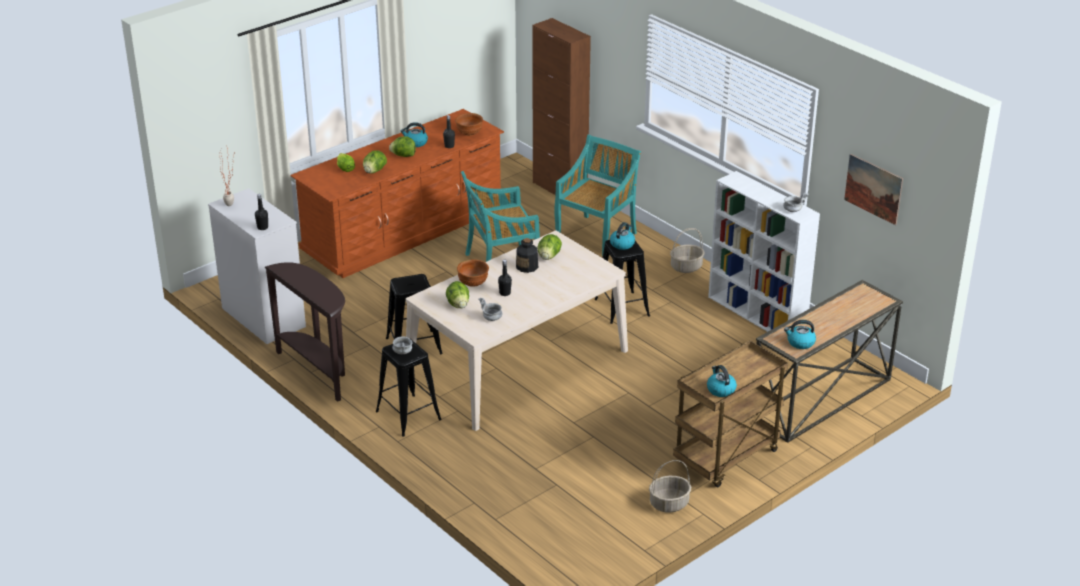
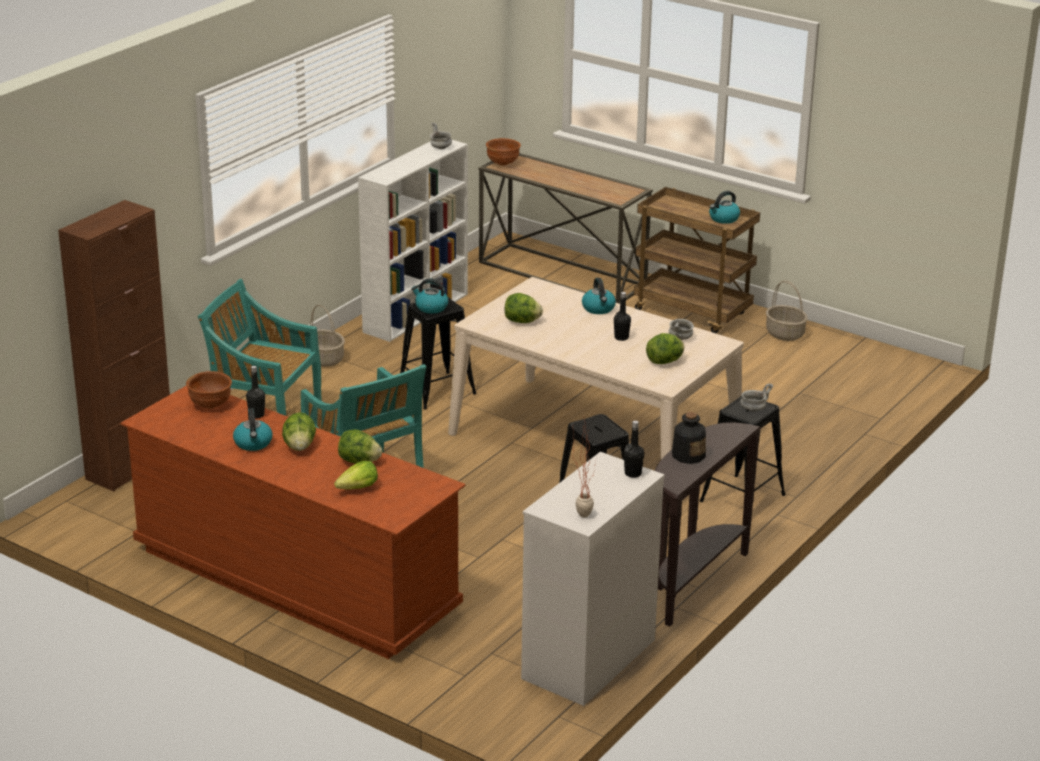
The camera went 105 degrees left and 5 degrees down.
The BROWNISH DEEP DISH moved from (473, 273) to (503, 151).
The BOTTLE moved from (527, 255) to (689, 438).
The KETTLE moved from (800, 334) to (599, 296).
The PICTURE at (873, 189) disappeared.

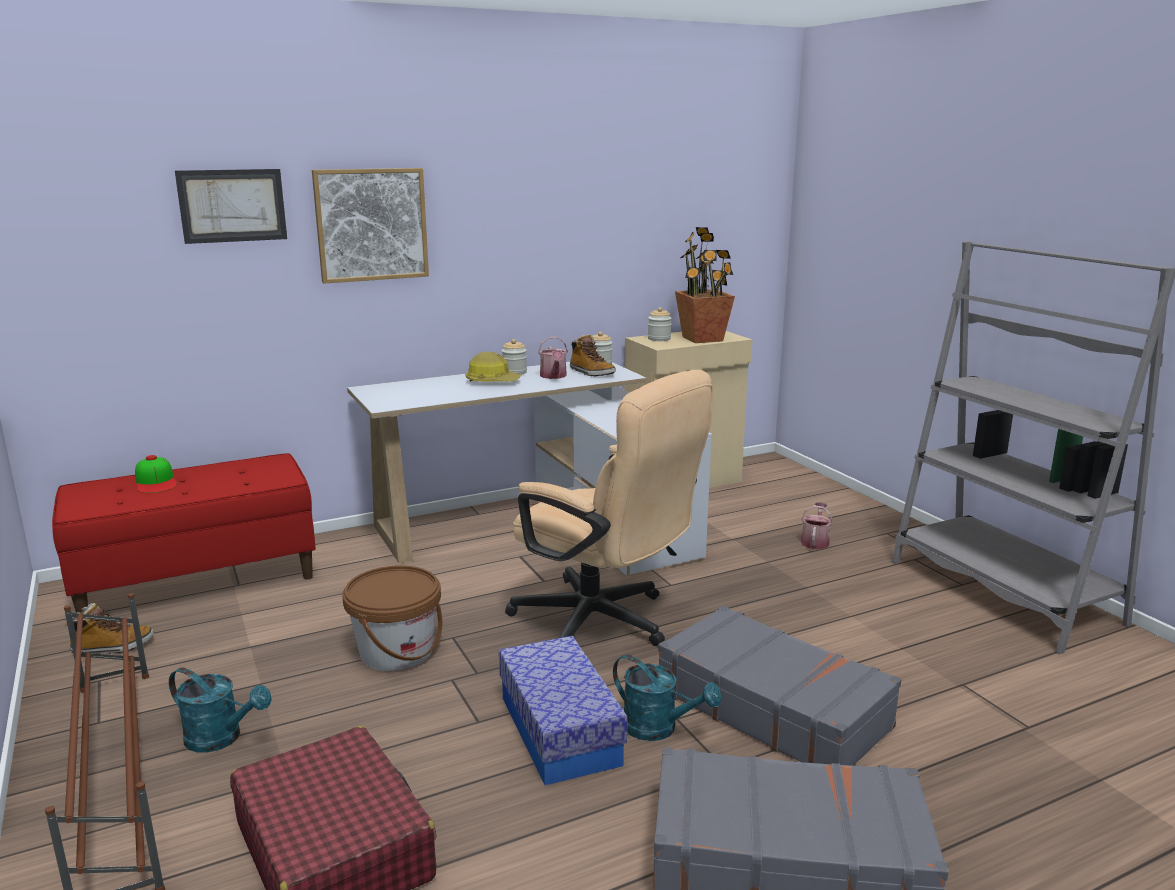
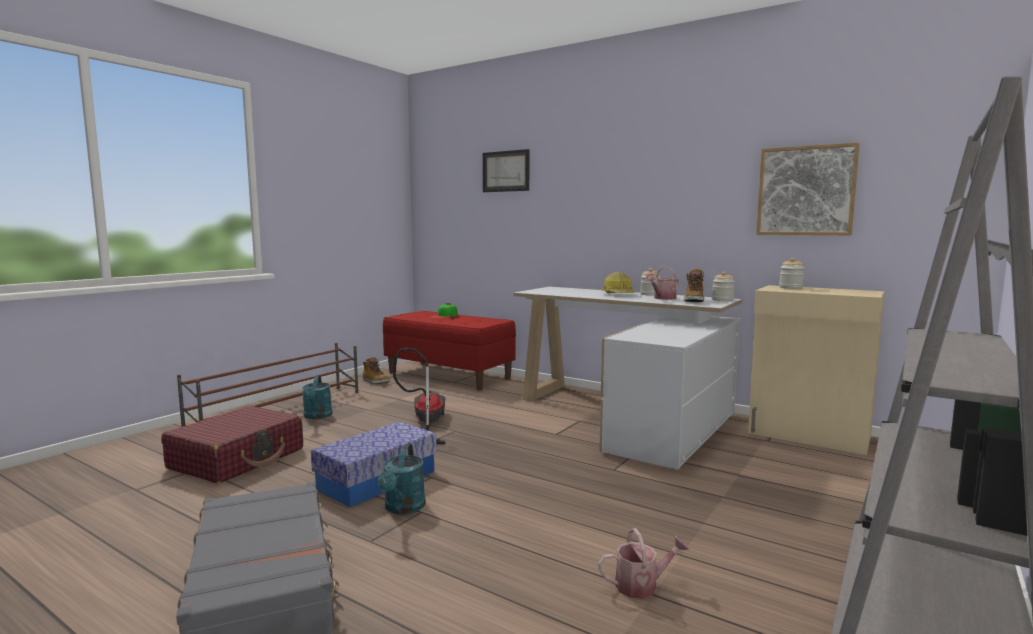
The camera went 60 degrees right and 10 degrees down.
The PICTURE moved from (370, 226) to (808, 188).
The BROWNISH WATER BUCKET at (392, 618) was replaced by the HOOVER at (419, 396).
The SAND-COLOURED OFFICE CHAIR at (609, 508) disappeared.
The GREYISH TRAVEL CASE at (779, 686) disappeared.
The POTTED PLANT at (705, 285) disappeared.
The SPRINKLING CAN moved from (817, 525) to (643, 563).

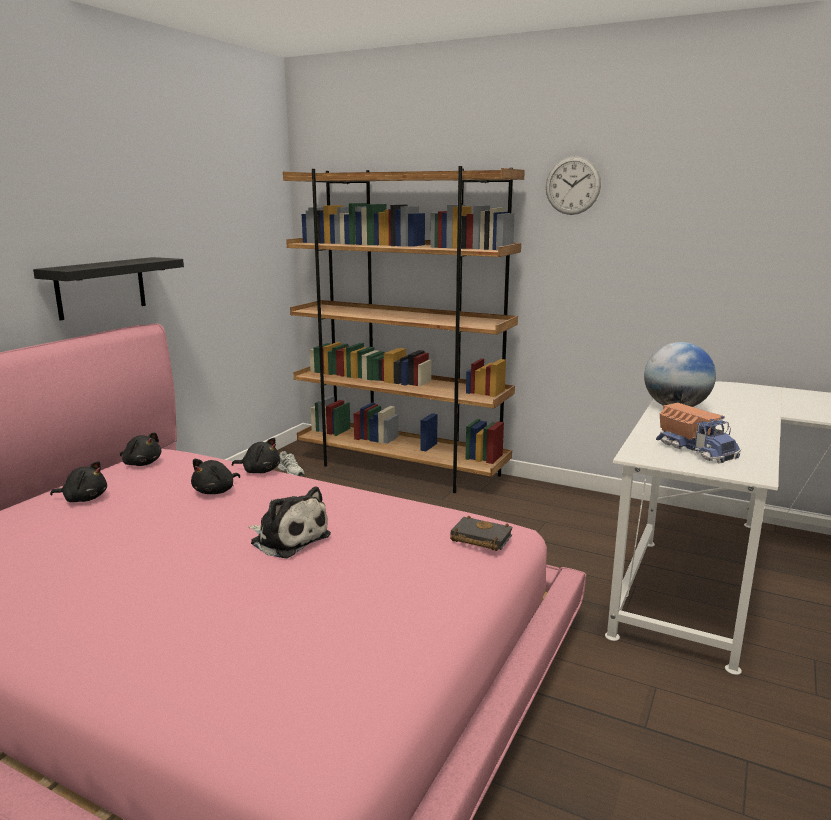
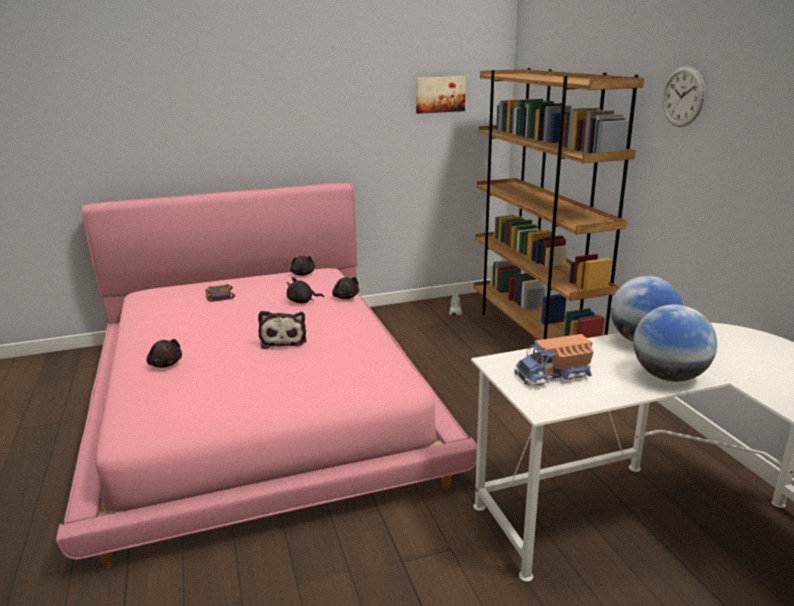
The camera went 45 degrees right and 5 degrees up.
The BLACK WALL SHELF at (108, 289) disappeared.
The BLACK PLUSH TOY moved from (78, 481) to (164, 353).
The BLACK VOLUME moved from (481, 533) to (220, 293).
The TOY TRUCK at (698, 433) turned 60 degrees clockwise.
The PICTURE at (441, 95) appeared.
The GLOBE at (675, 343) appeared.

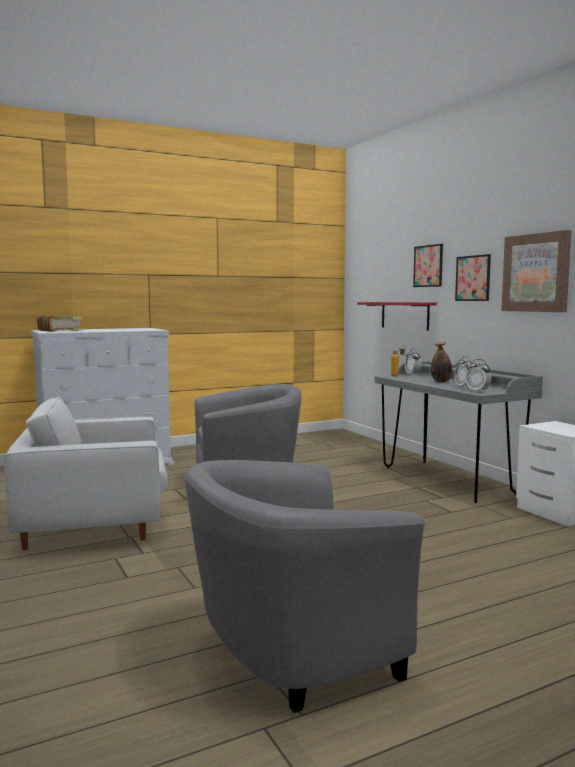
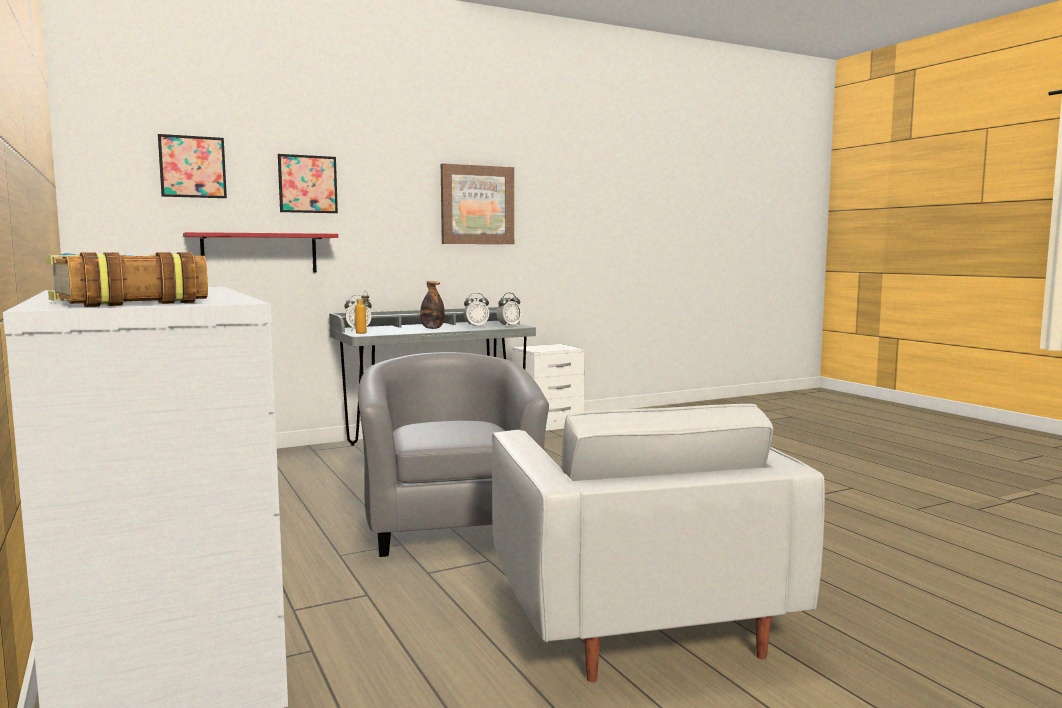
The camera went 90 degrees left and 0 degrees up.
The GREYISH ARMCHAIR at (305, 586) disappeared.
The PICTURE moved from (473, 277) to (192, 166).

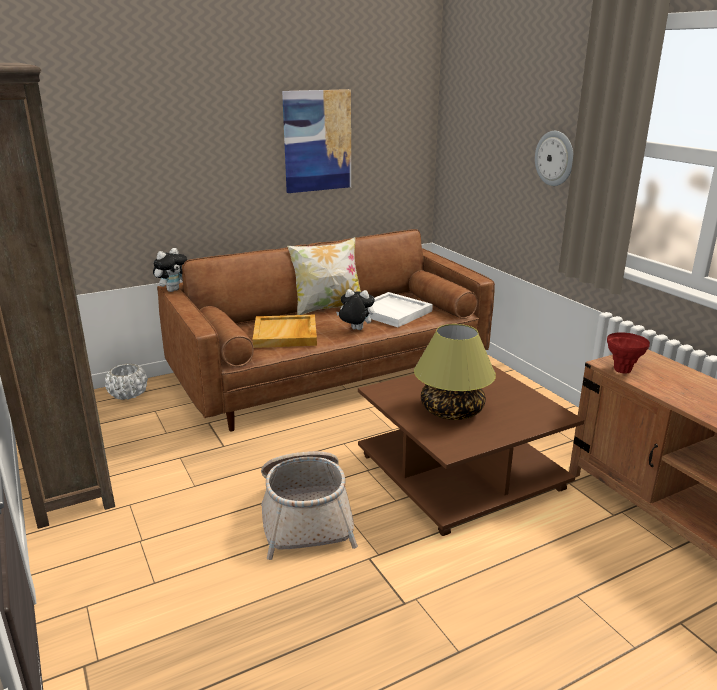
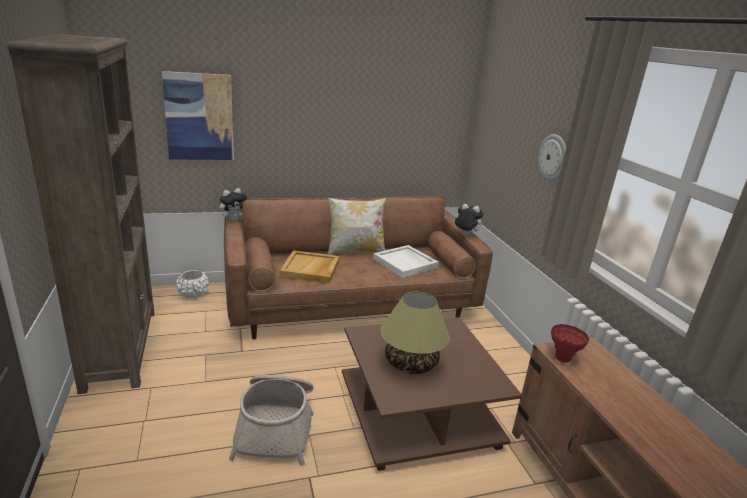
The camera went 10 degrees right and 0 degrees up.
The PICTURE moved from (316, 141) to (198, 115).
The PLUSH TOY moved from (355, 309) to (468, 220).

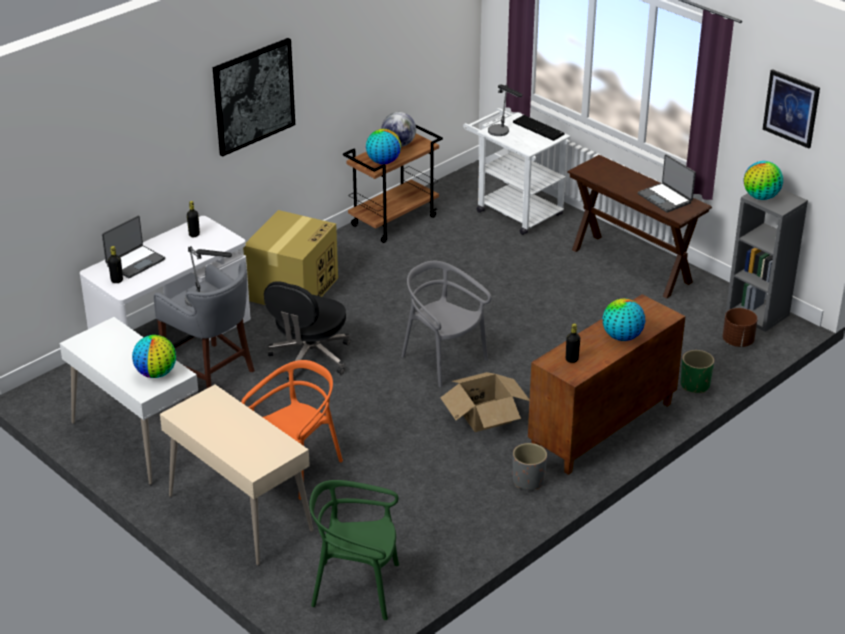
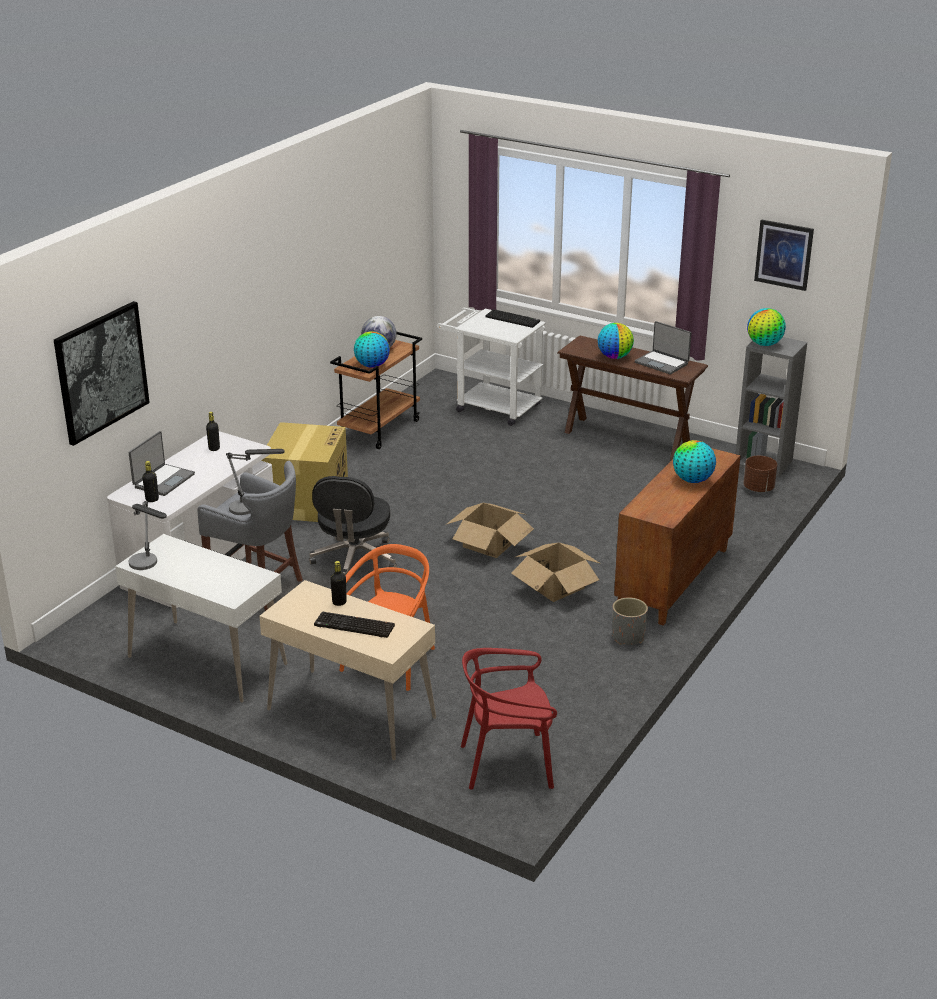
The camera went 15 degrees left and 5 degrees down.
The GLOBE moved from (154, 356) to (616, 341).
The PICTURE moved from (254, 97) to (102, 373).
The GREENISH UPRIGHT CHAIR at (354, 550) became the REDDISH UPRIGHT CHAIR at (509, 719).
The GREYISH UPRIGHT CHAIR at (446, 324) was replaced by the CARDBOARD BOX at (490, 530).
The TABLE LAMP moved from (505, 110) to (148, 535).
The BLACK BOTTLE moved from (573, 343) to (339, 583).
The GREENISH PLANTER at (697, 371) disappeared.
The COMPUTER KEYBOARD at (354, 625) appeared.

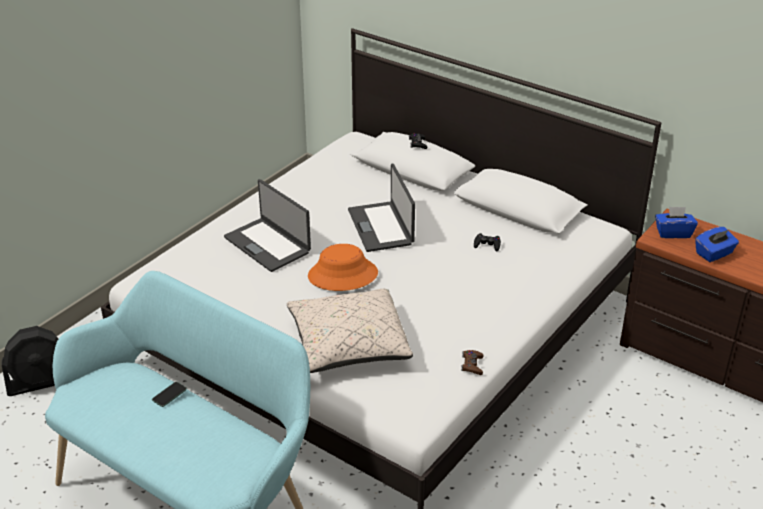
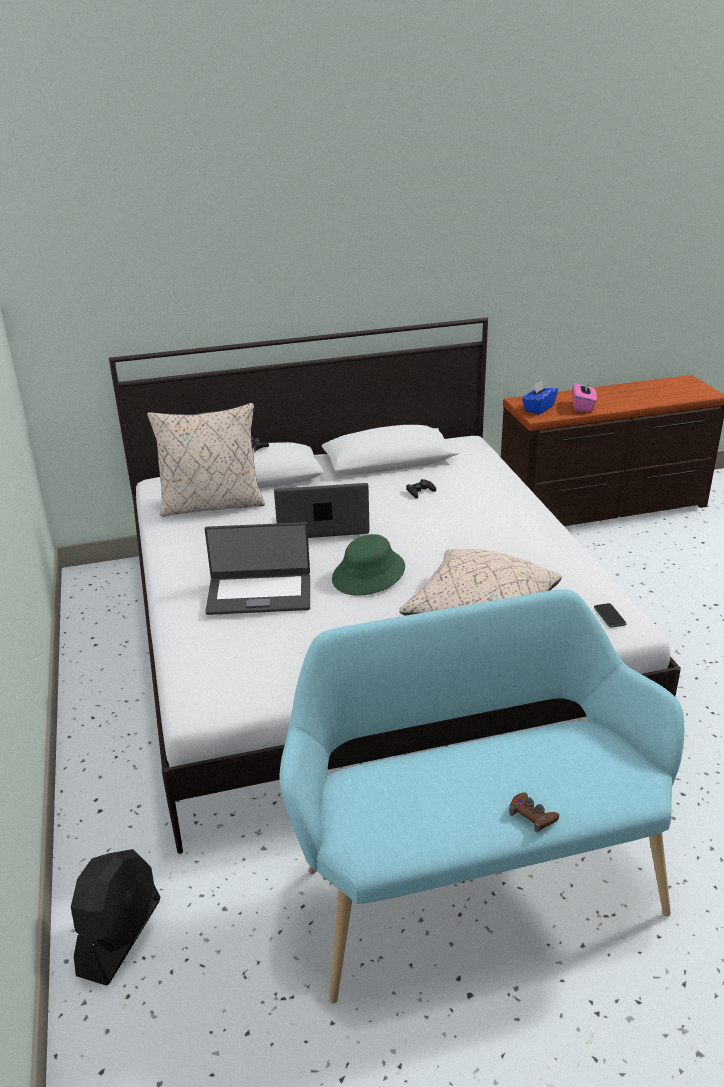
The camera went 50 degrees left and 5 degrees down.
The TELEPHONE moved from (169, 394) to (610, 615).
The ORANGEY CLOTHING HAT at (343, 267) became the GREENISH CLOTHING HAT at (368, 565).
The LAPTOP at (381, 208) turned 150 degrees clockwise.
The BROWNISH JOYPAD moved from (473, 362) to (534, 812).
The BLUE-COLOURED TISSUE HOLDER at (717, 244) became the PINK-COLOURED TISSUE HOLDER at (585, 395).
The SAND-COLOURED THROW PILLOW at (206, 460) appeared.

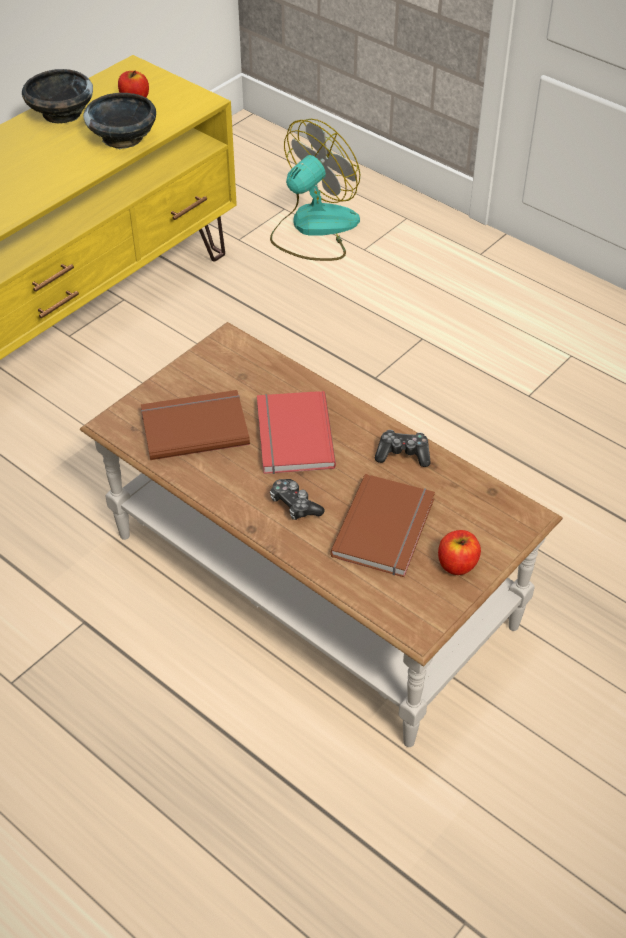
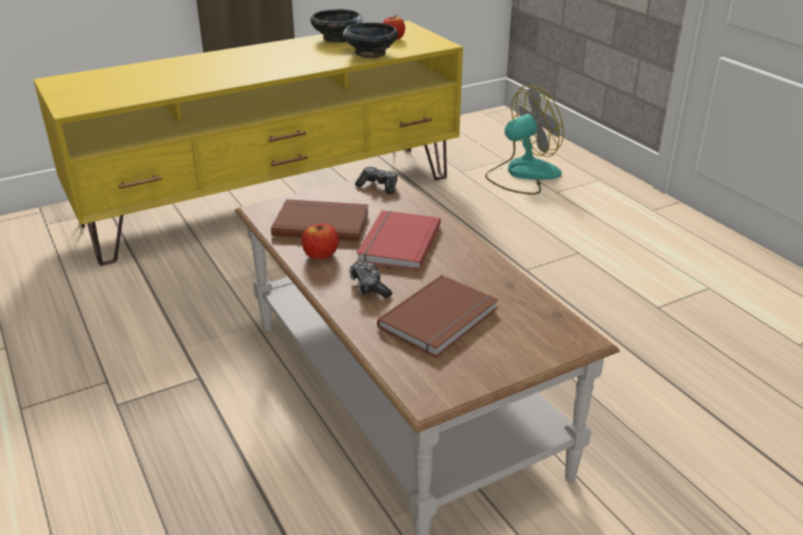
The camera went 20 degrees right and 15 degrees down.
The JOYPAD moved from (402, 448) to (376, 180).
The WHOLE APPLE moved from (459, 552) to (320, 242).

